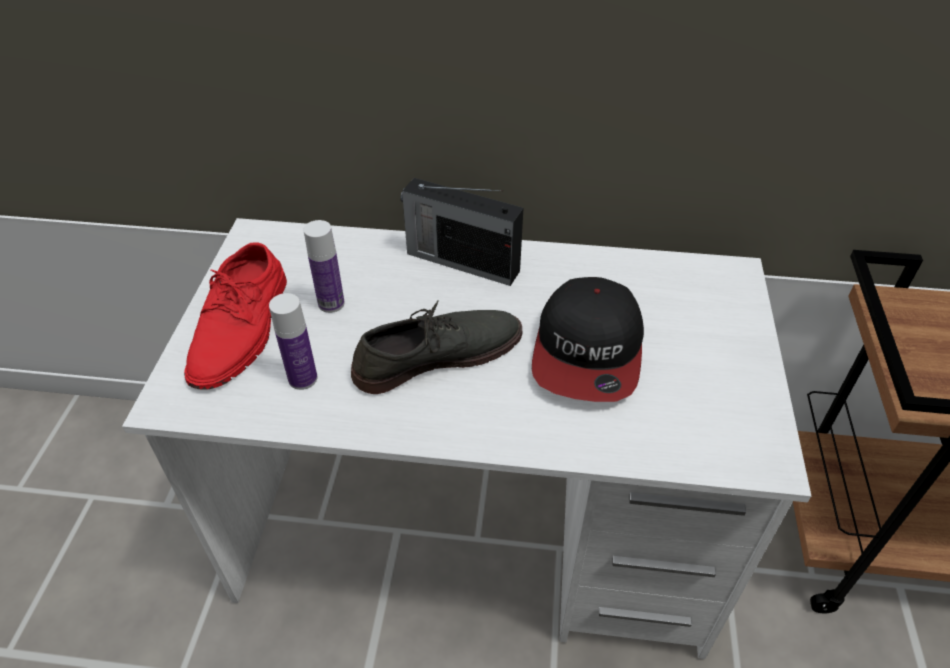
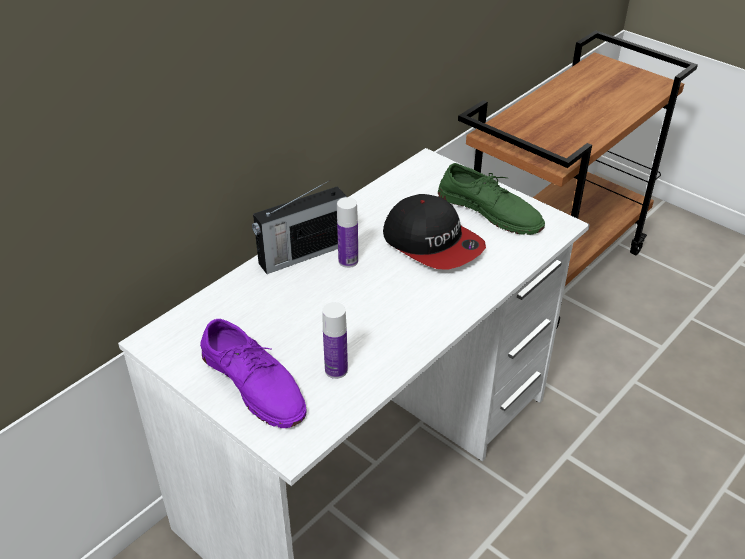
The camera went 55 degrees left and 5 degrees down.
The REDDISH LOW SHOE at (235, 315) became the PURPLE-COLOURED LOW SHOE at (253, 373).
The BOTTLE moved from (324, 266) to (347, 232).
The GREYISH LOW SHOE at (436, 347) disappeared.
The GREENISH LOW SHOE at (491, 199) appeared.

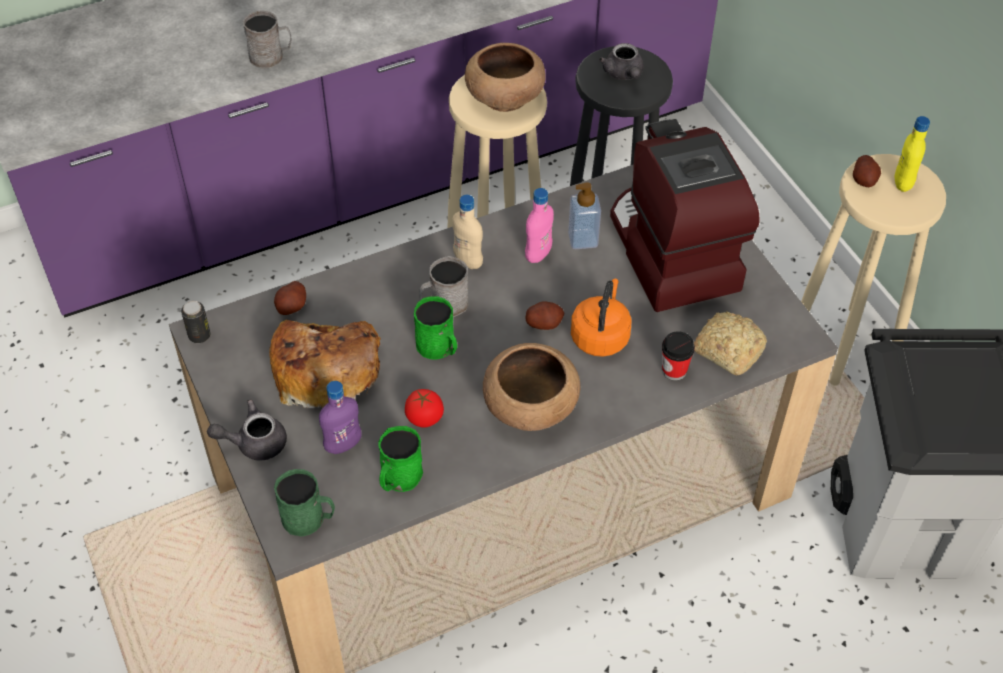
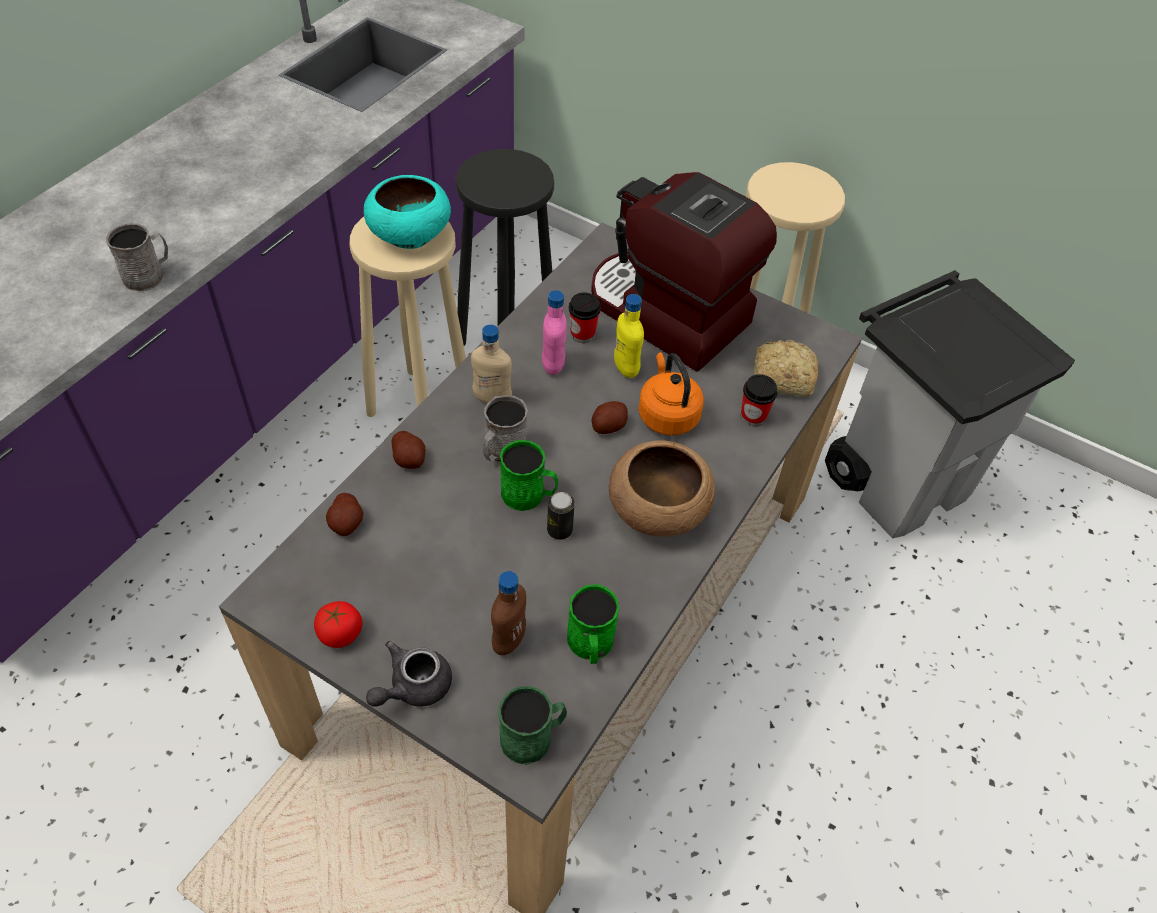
The camera went 35 degrees left and 0 degrees up.
The SEALED CAN moved from (196, 322) to (561, 516).
The BREAD at (325, 364) disappeared.
The PURPLE-COLOURED BOTTLE at (340, 417) became the BROWNISH BOTTLE at (508, 613).
The FRESH TOMATO moved from (424, 408) to (338, 624).
The BROWNISH DEEP DISH at (505, 77) became the BLUE-GREEN DEEP DISH at (407, 212).
The SOAP DISPENSER at (584, 215) was replaced by the SMALL CUP at (584, 317).
The GREYISH TEA POT at (621, 61) disappeared.
The POTATO moved from (867, 171) to (408, 450).
The YELLOWISH BOTTLE moved from (912, 154) to (629, 336).

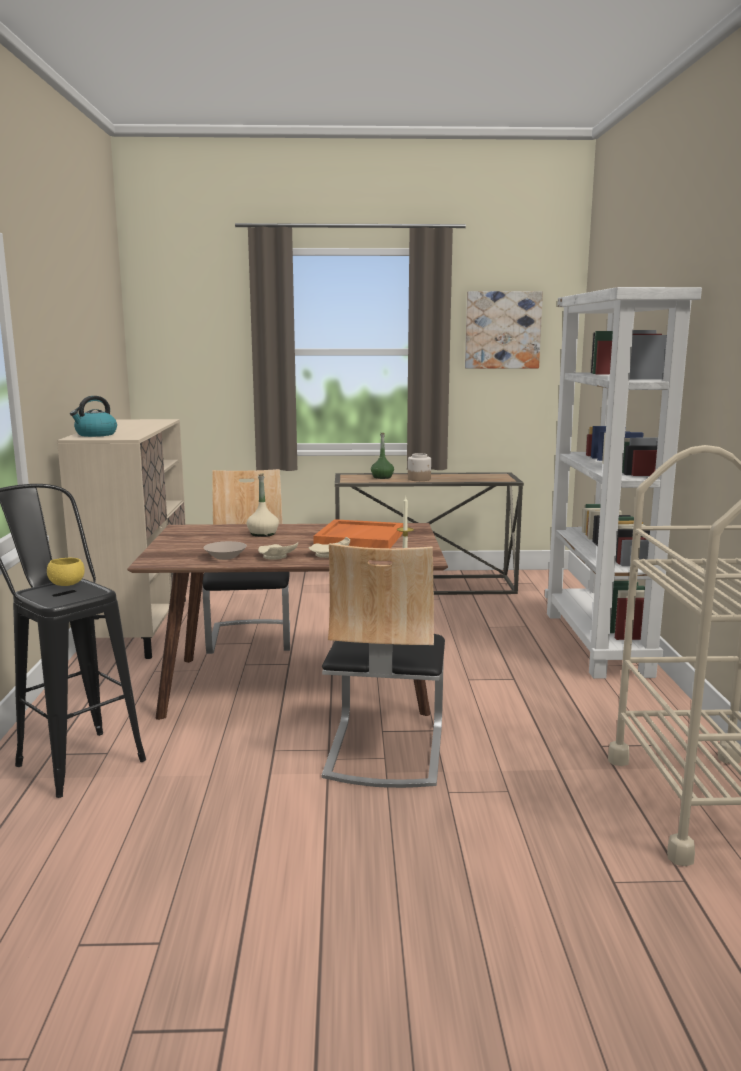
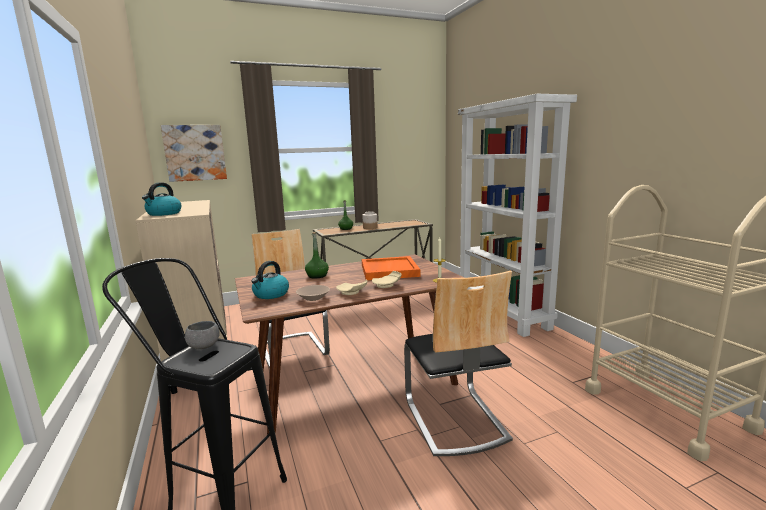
The camera went 20 degrees left and 0 degrees up.
The YELLOWISH DEEP DISH at (66, 572) became the GREYISH DEEP DISH at (202, 335).
The SAND-COLOURED BOTTLE at (263, 505) became the GREENISH BOTTLE at (317, 255).
The PICTURE moved from (504, 330) to (194, 153).
The KETTLE at (270, 280) appeared.

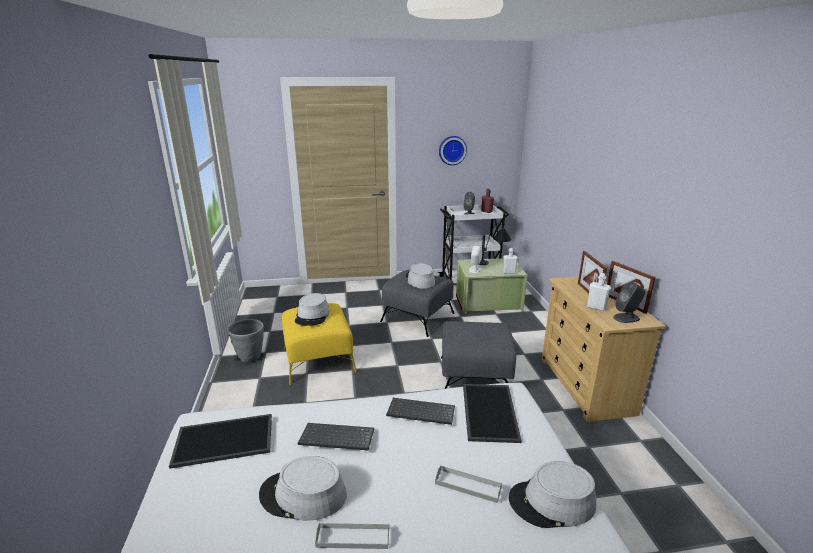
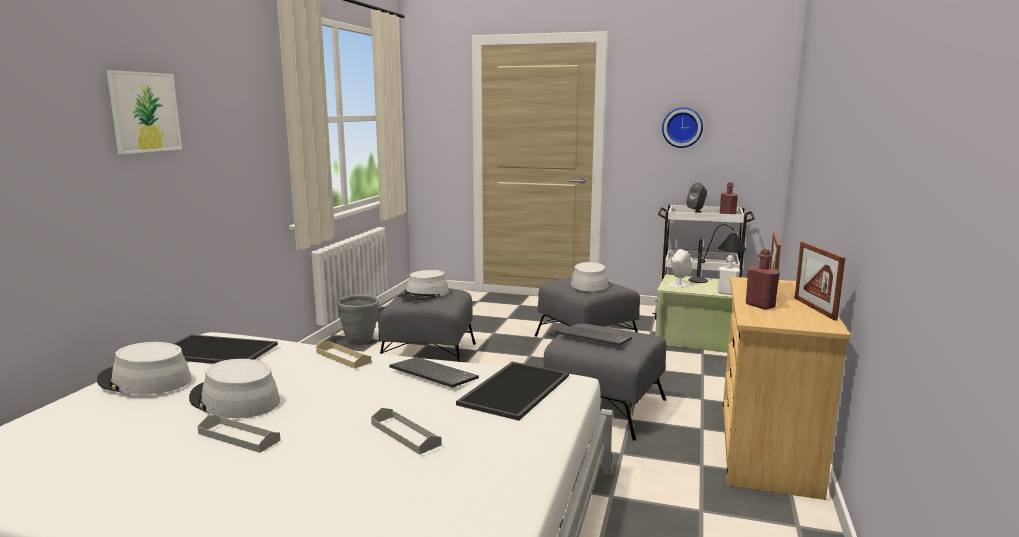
The camera went 25 degrees right and 10 degrees down.
The YELLOWISH FOOTREST at (319, 344) became the GREYISH FOOTREST at (427, 325).
The COMPUTER KEYBOARD moved from (336, 436) to (594, 336).
The GREYISH CLOTHING HAT moved from (552, 494) to (144, 368).
The WHITISH BOTTLE at (599, 292) became the REDDISH BOTTLE at (763, 279).
The GREYISH LOUDSPEAKER at (629, 302) disappeared.
The PICTURE at (144, 112) appeared.
The SAND-COLOURED CARRYING TRAY at (344, 354) appeared.

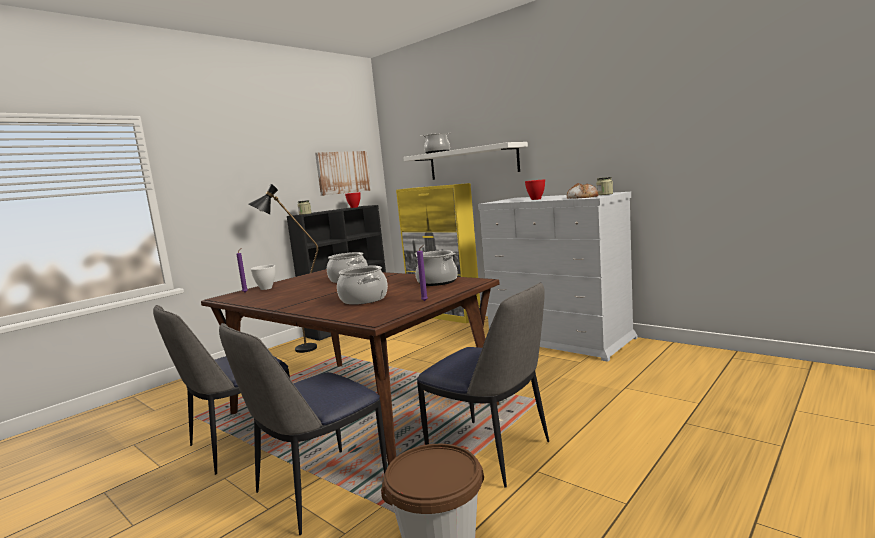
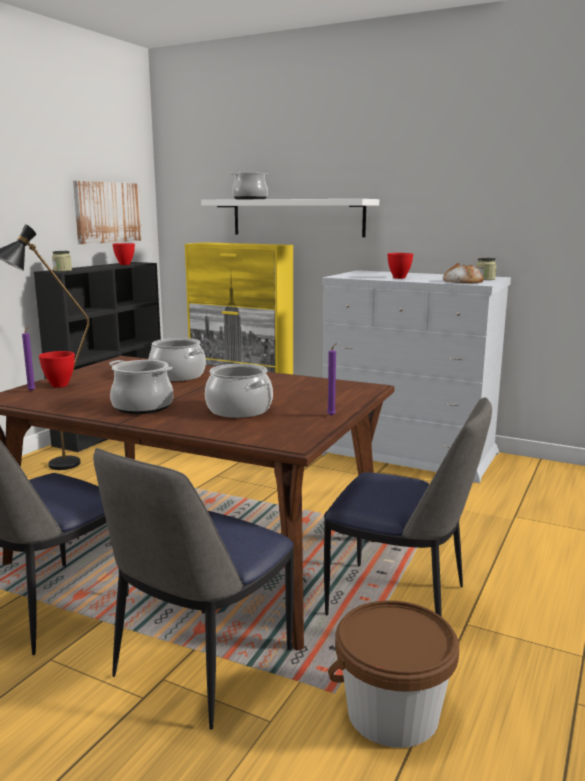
The camera went 15 degrees left and 5 degrees up.
The WHITISH DEEP DISH at (263, 277) became the REDDISH DEEP DISH at (57, 369).
The COOKING POT moved from (436, 268) to (141, 387).

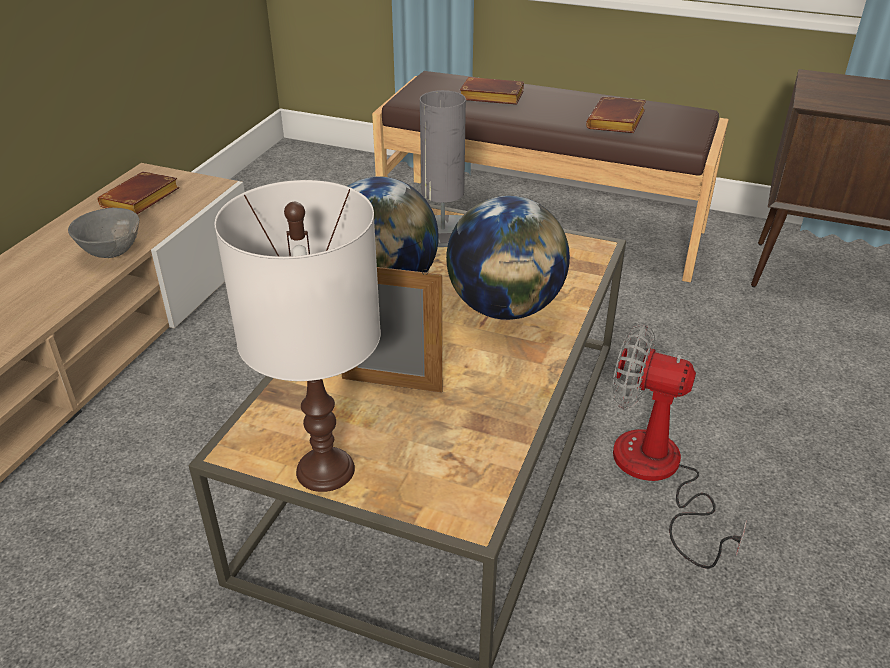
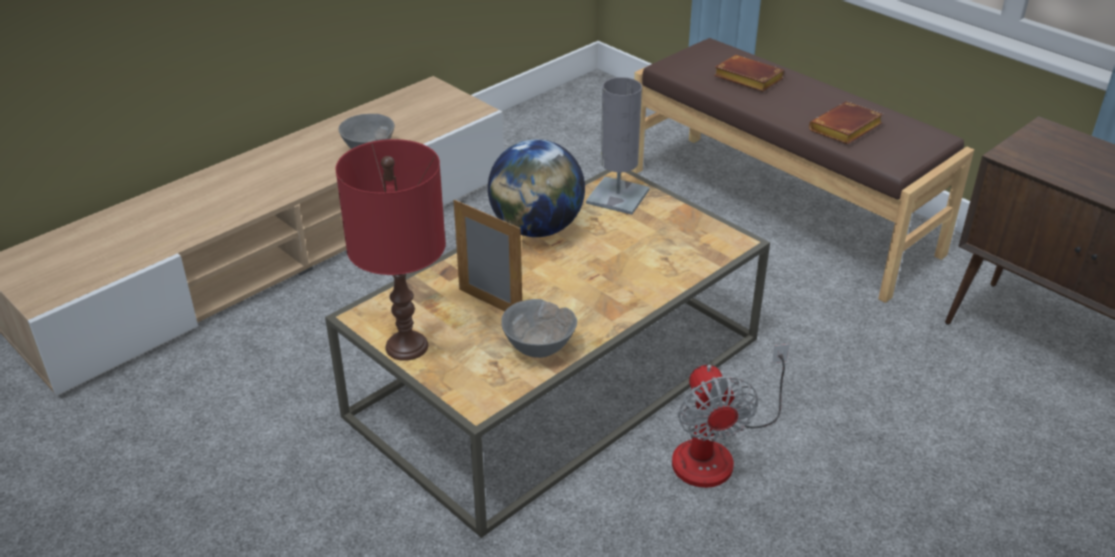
The camera went 25 degrees right and 0 degrees up.
The BROWNISH VOLUME at (139, 192) disappeared.
The WHITISH TABLE LAMP at (298, 336) became the REDDISH TABLE LAMP at (390, 250).
The GLOBE at (508, 258) disappeared.
The COOLING FAN at (679, 446) turned 150 degrees counterclockwise.
The GREYISH DEEP DISH at (539, 328) appeared.

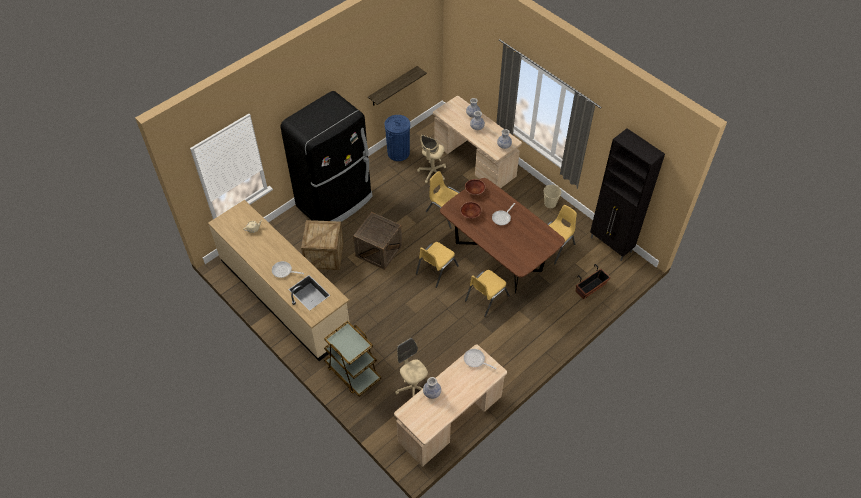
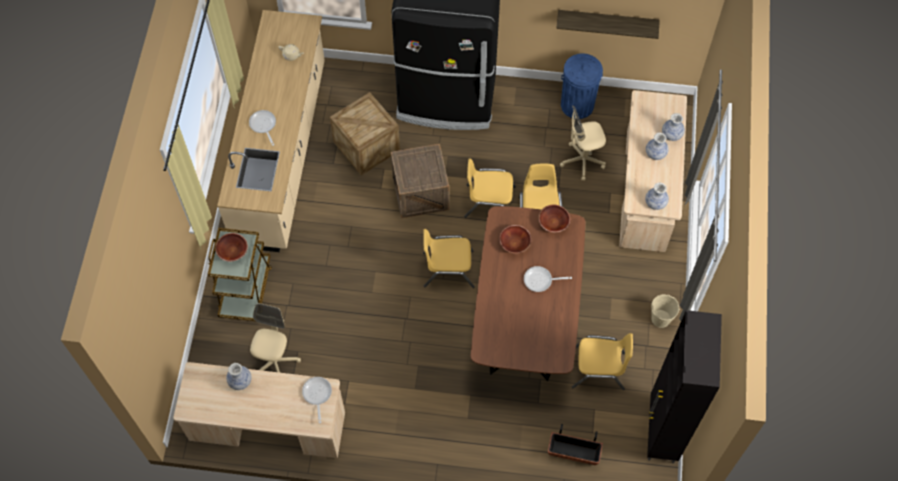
The camera went 50 degrees right and 10 degrees up.
The YELLOWISH UPRIGHT CHAIR moved from (487, 293) to (490, 188).
The BROWNISH DEEP DISH at (231, 247) appeared.

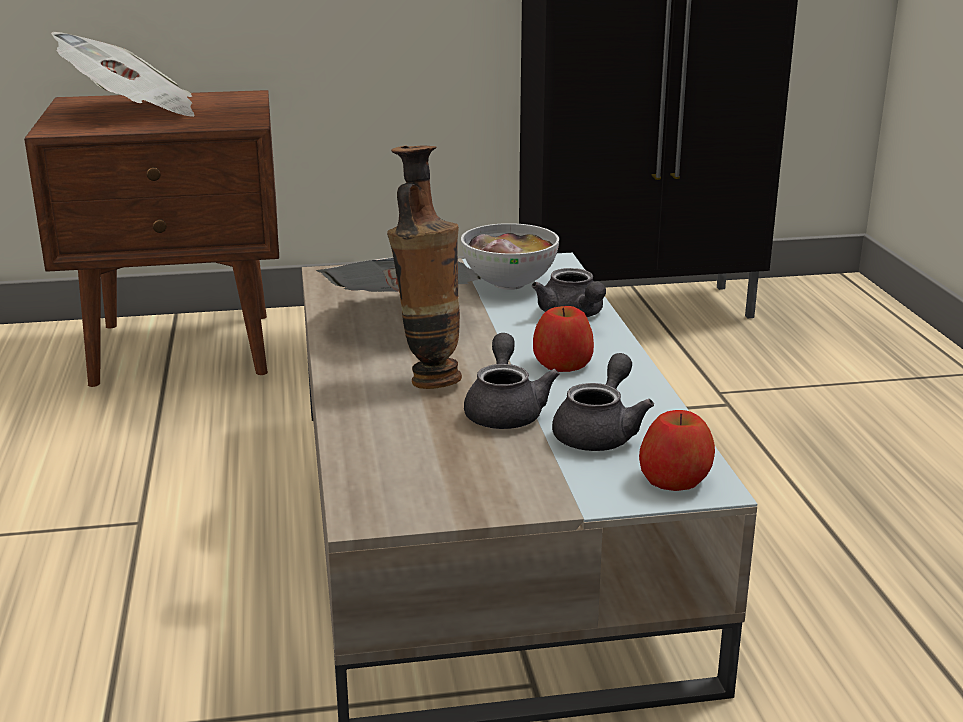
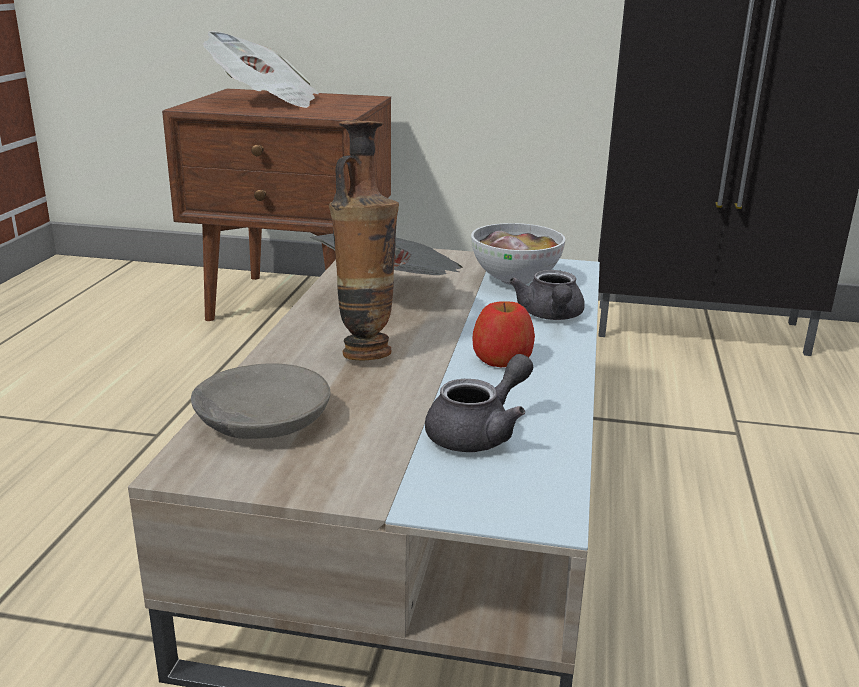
The camera went 20 degrees right and 0 degrees up.
The GREYISH TEA POT at (512, 381) disappeared.
The WHOLE APPLE at (677, 450) disappeared.
The GREYISH DEEP DISH at (261, 401) appeared.

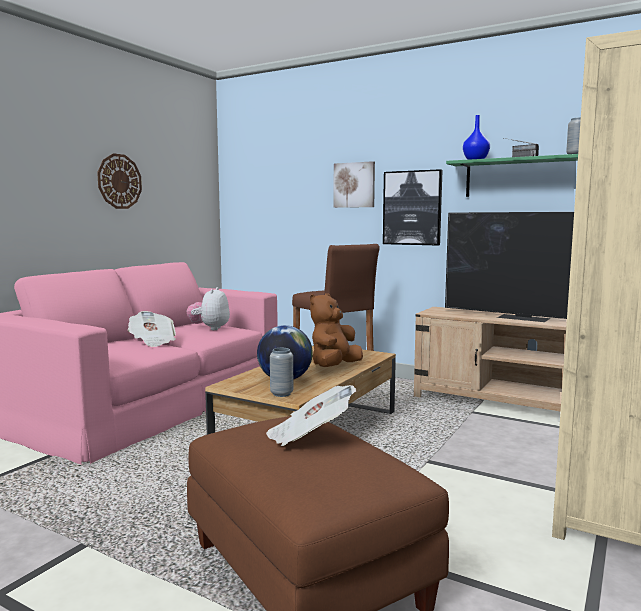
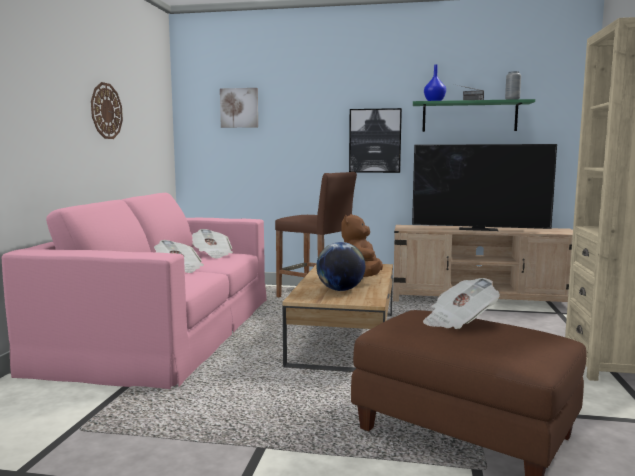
The camera went 20 degrees left and 0 degrees up.
The PLUSH TOY at (208, 308) was replaced by the NEWSPAPER at (212, 244).
The GREYISH VASE at (281, 372) disappeared.
The PICTURE moved from (354, 184) to (239, 108).

